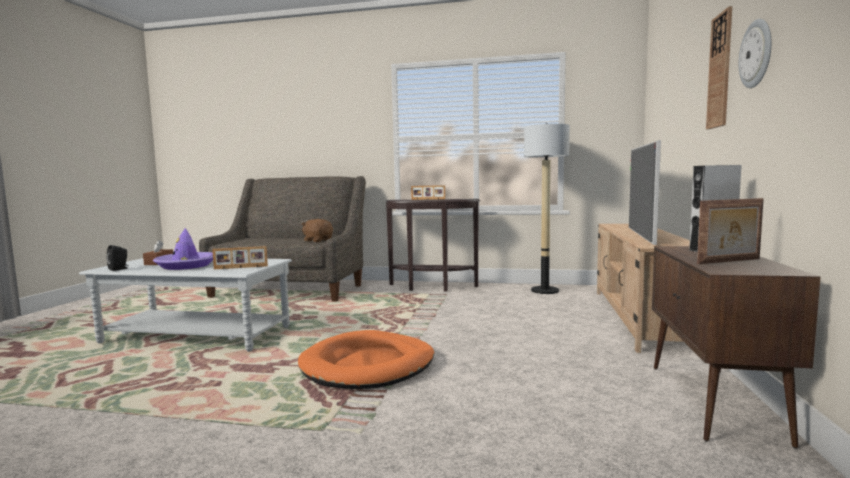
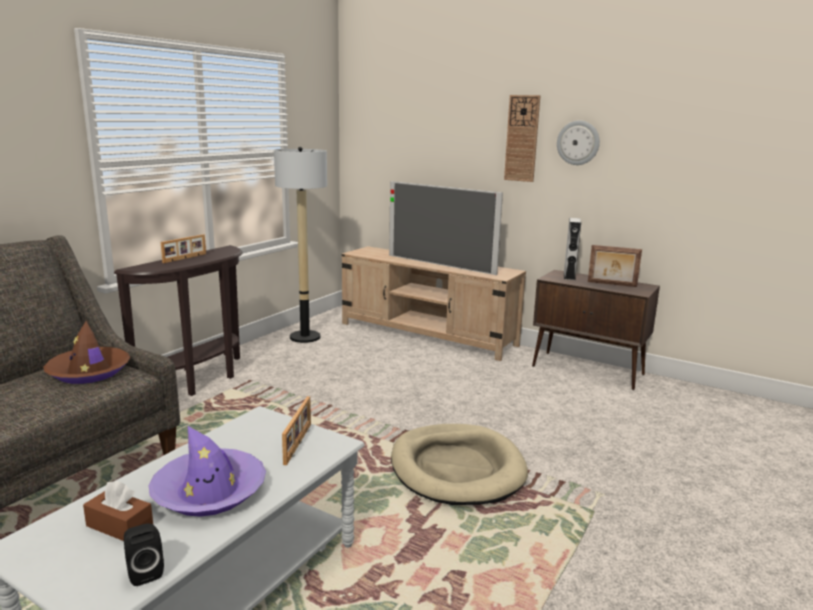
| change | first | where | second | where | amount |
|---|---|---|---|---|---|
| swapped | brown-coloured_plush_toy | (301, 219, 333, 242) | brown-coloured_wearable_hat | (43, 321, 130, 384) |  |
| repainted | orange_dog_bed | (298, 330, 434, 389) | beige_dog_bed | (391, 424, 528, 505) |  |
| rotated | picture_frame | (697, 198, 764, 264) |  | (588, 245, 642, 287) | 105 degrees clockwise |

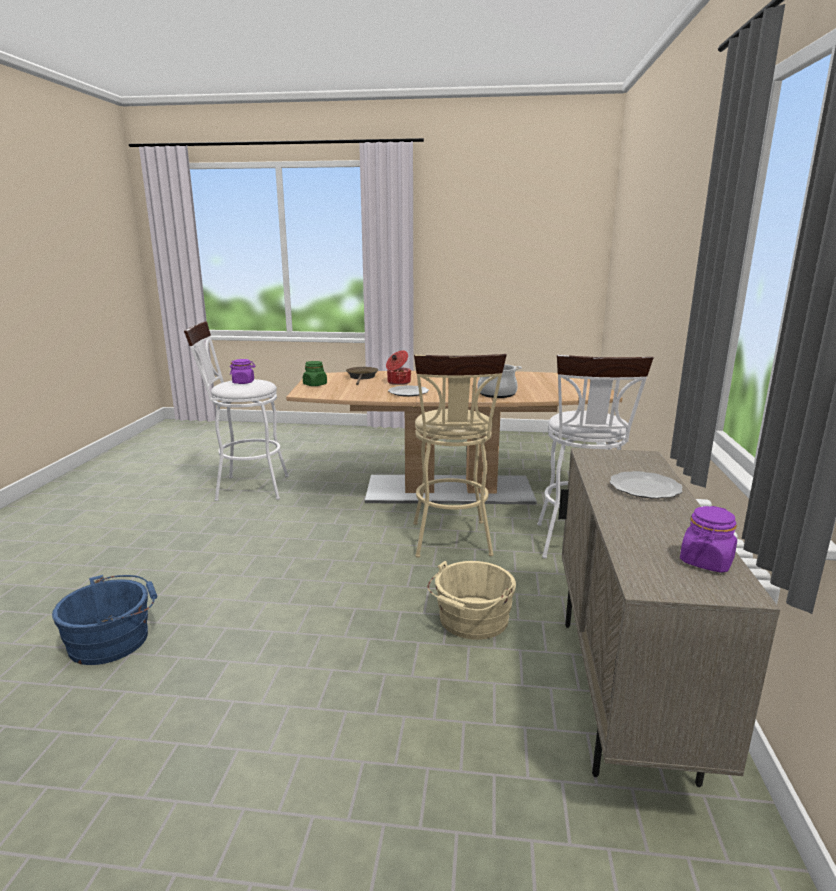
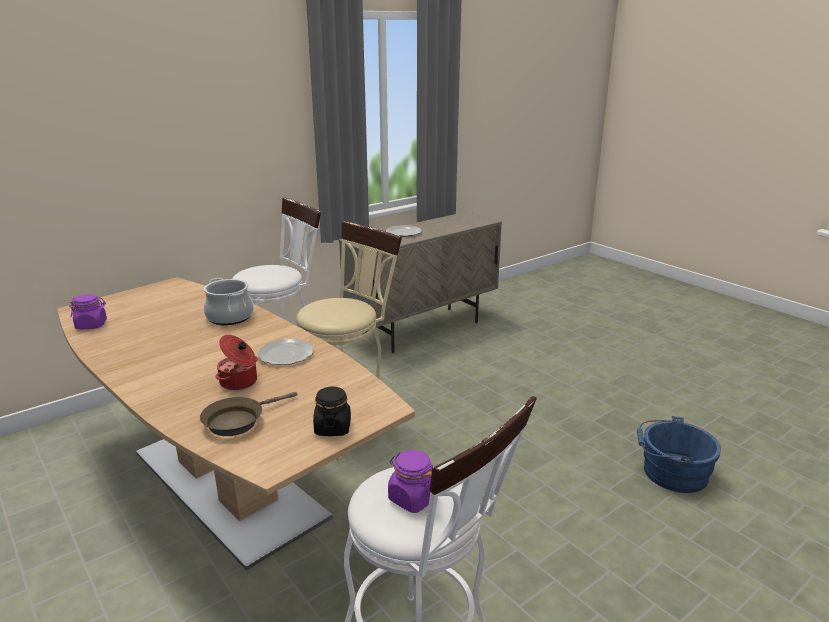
| change | first | where | second | where | amount |
|---|---|---|---|---|---|
| gone | beige_bucket | (427, 561, 516, 640) |  |  |  |
| shifted | purple-coloured_storage_jar | (680, 506, 737, 573) |  | (69, 294, 107, 329) |  |
| repainted | green_storage_jar | (303, 361, 327, 386) | black_storage_jar | (313, 386, 351, 436) |  |

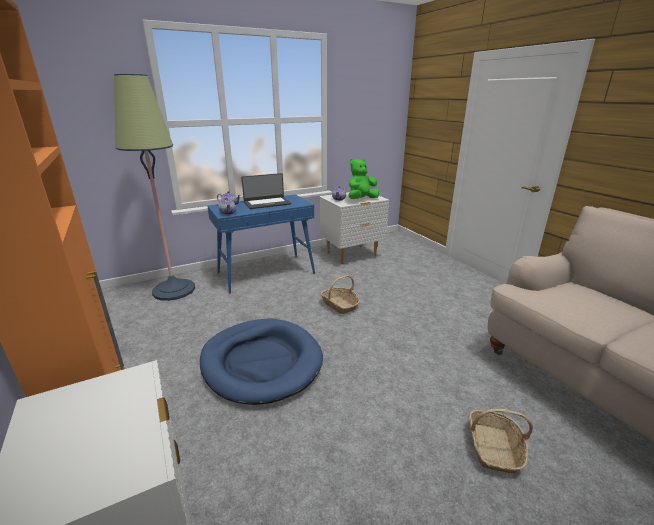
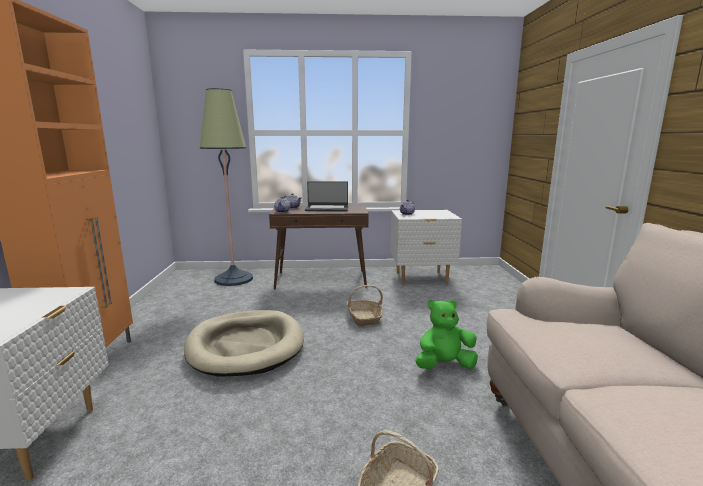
| change | first | where | second | where | amount |
|---|---|---|---|---|---|
| shifted | green_plush_toy | (349, 158, 379, 199) |  | (415, 299, 478, 369) |  |
| repainted | blue-coloured_dog_bed | (200, 319, 323, 405) | beige_dog_bed | (184, 310, 304, 377) |  |
| repainted | blue-coloured_console_table | (208, 194, 315, 293) | brown-coloured_console_table | (269, 205, 369, 289) |  |

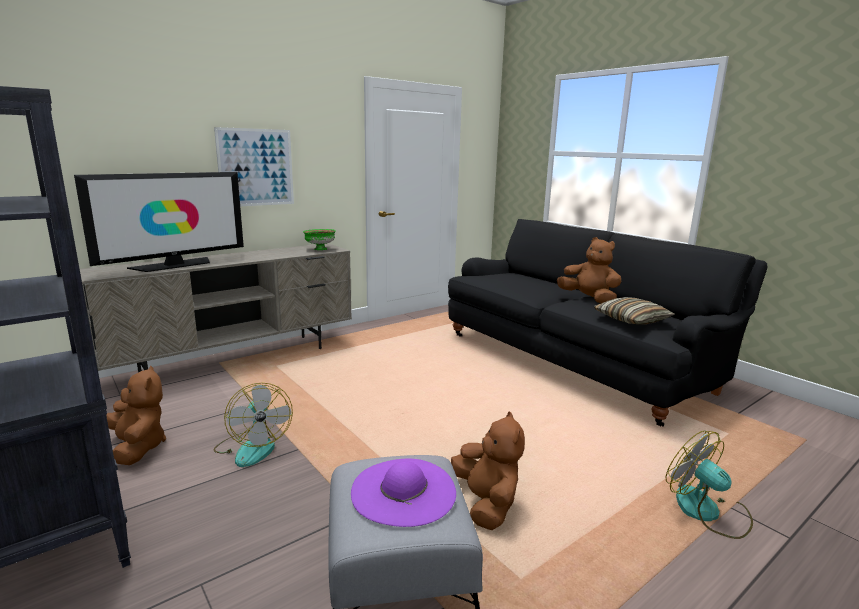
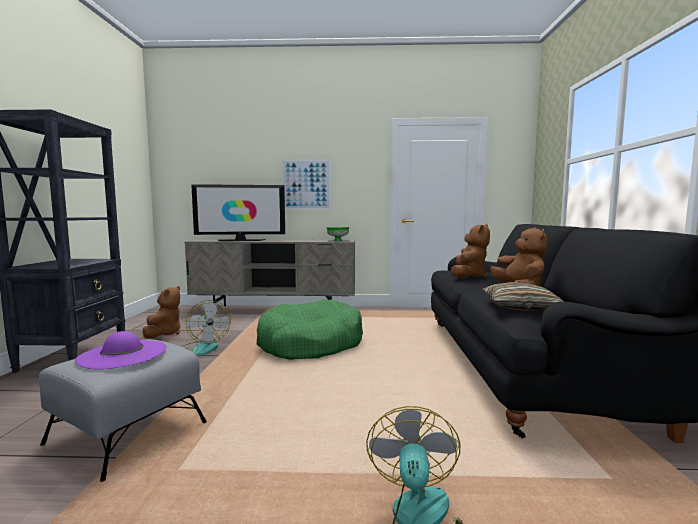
| change | first | where | second | where | amount |
|---|---|---|---|---|---|
| new |  |  | green_dog_bed | (257, 299, 363, 360) |  |
| shifted | brown-coloured_plush_toy | (451, 411, 525, 530) |  | (451, 224, 490, 278) |  |
| rotated | electric_fan | (214, 383, 293, 467) |  | (181, 300, 231, 356) | 45 degrees counterclockwise |

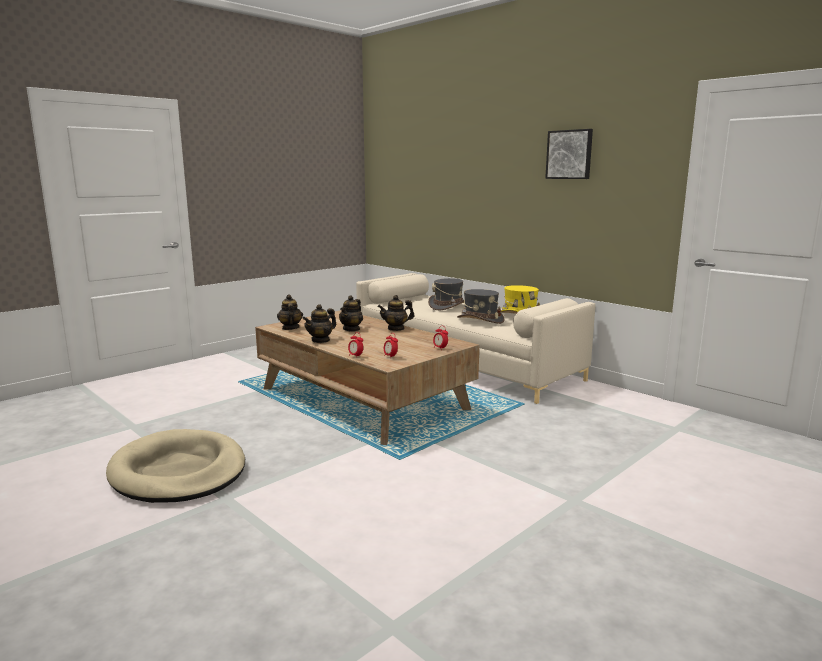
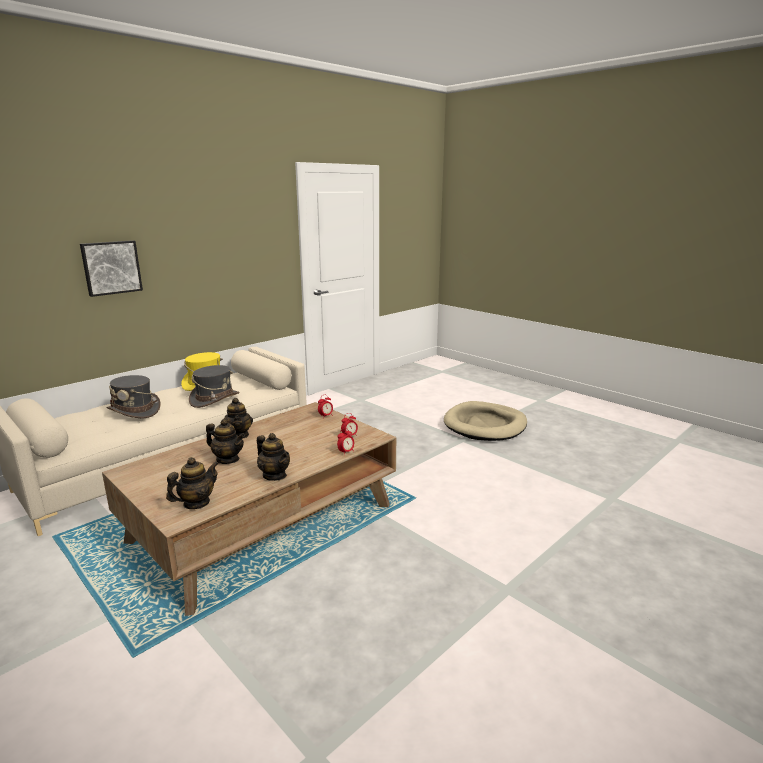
| change | first | where | second | where | amount |
|---|---|---|---|---|---|
| shifted | beige_dog_bed | (106, 429, 245, 503) |  | (444, 401, 527, 441) |  |
| shifted | wall_picture | (545, 129, 593, 179) |  | (80, 240, 143, 297) |  |
| rotated | tea_pot | (277, 294, 303, 330) |  | (166, 457, 219, 509) | 150 degrees clockwise |

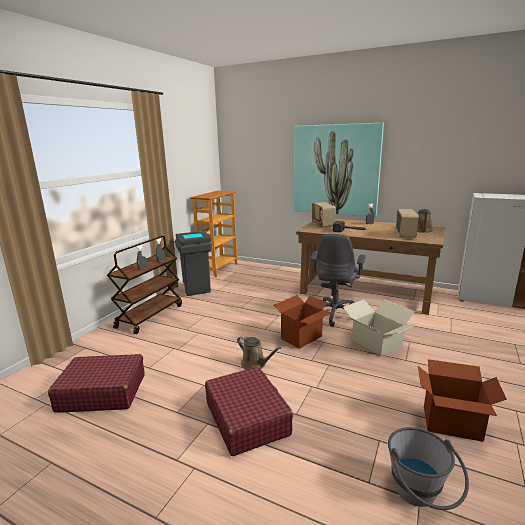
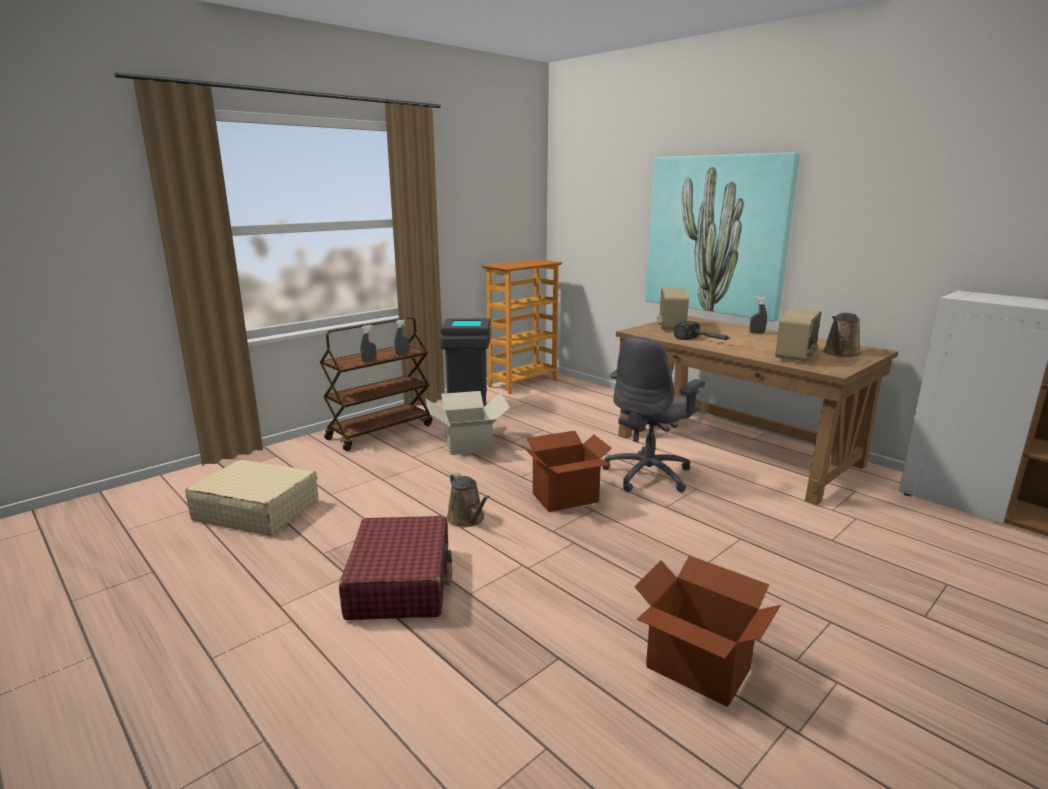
| change | first | where | second | where | amount |
|---|---|---|---|---|---|
| gone | gray_bucket | (388, 427, 469, 510) |  |  |  |
| shifted | cardboard_box | (343, 299, 419, 356) |  | (426, 391, 510, 455) |  |
| repainted | red_suitcase | (48, 354, 145, 413) | beige_suitcase | (185, 460, 318, 536) |  |

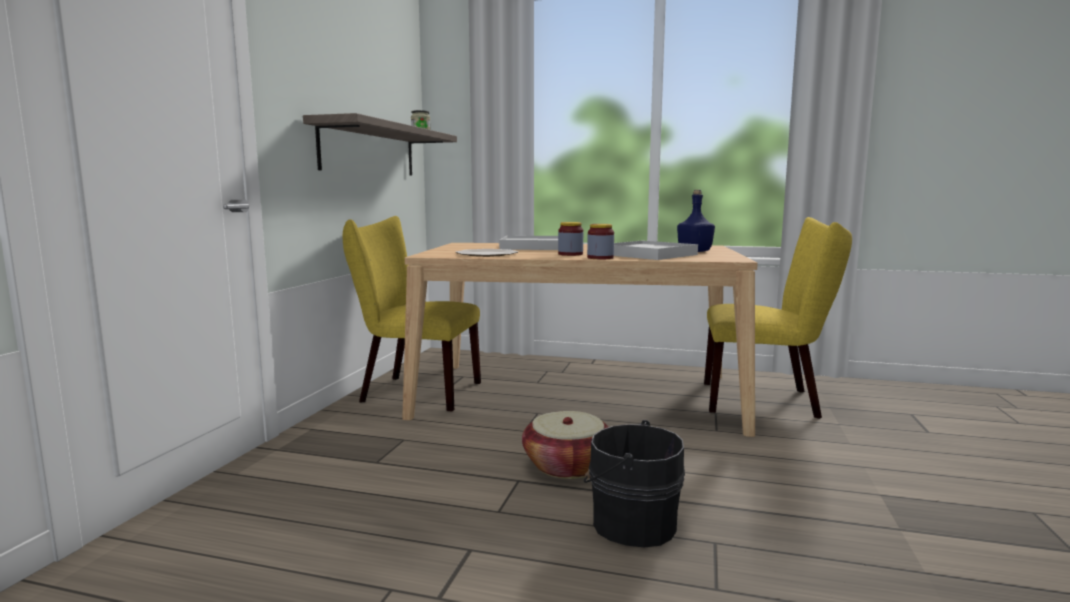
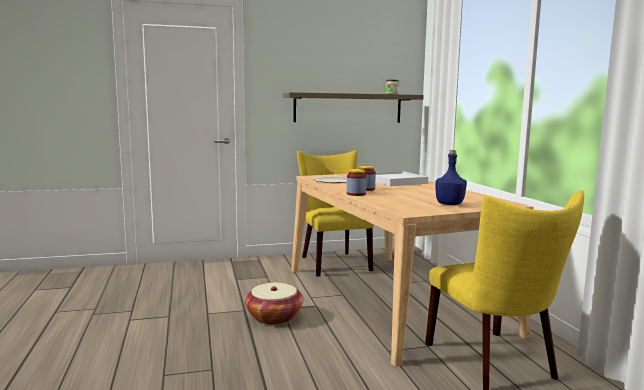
| change | first | where | second | where | amount |
|---|---|---|---|---|---|
| gone | black_bucket | (584, 420, 685, 547) |  |  |  |
| gone | whitish_serving_tray | (614, 241, 698, 260) |  |  |  |

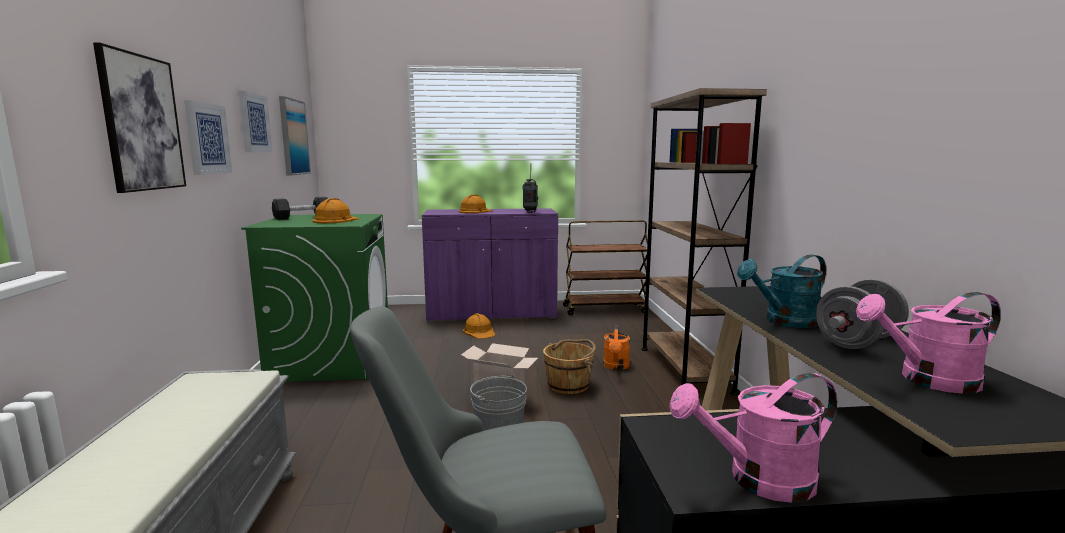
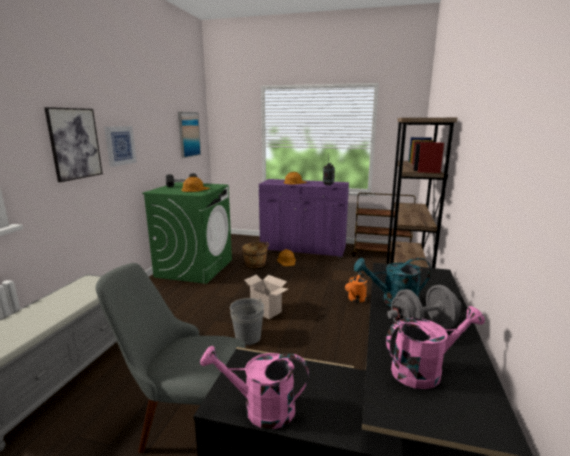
| change | first | where | second | where | amount |
|---|---|---|---|---|---|
| gone | wall_picture | (239, 91, 273, 153) |  |  |  |
| shifted | brown-coloured_bucket | (543, 339, 596, 394) |  | (242, 242, 269, 268) |  |
| rotated | pinkish_sprinkling_can | (856, 292, 1001, 394) |  | (386, 306, 485, 389) | 150 degrees clockwise |

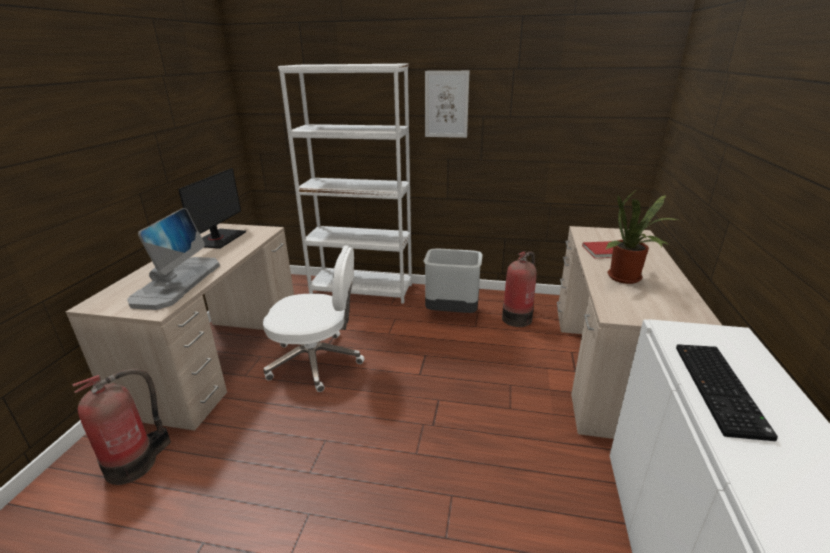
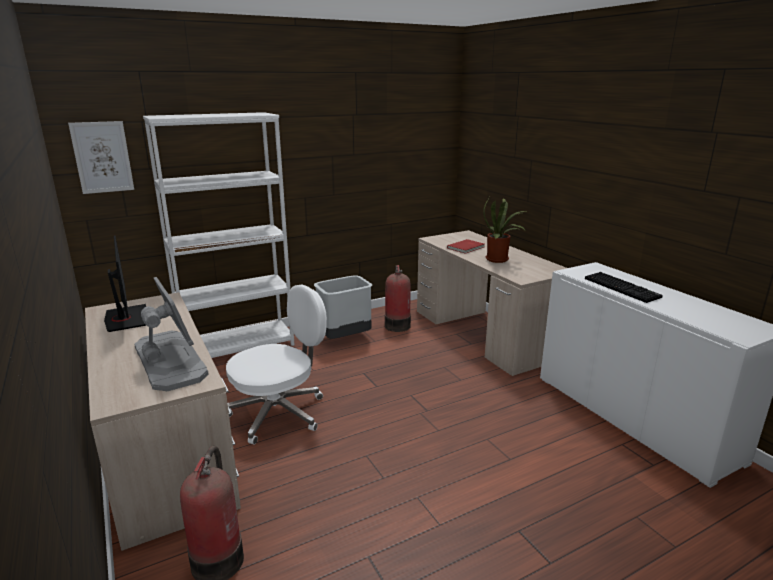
| change | first | where | second | where | amount |
|---|---|---|---|---|---|
| shifted | wall_picture | (425, 71, 469, 138) |  | (68, 121, 134, 194) |  |

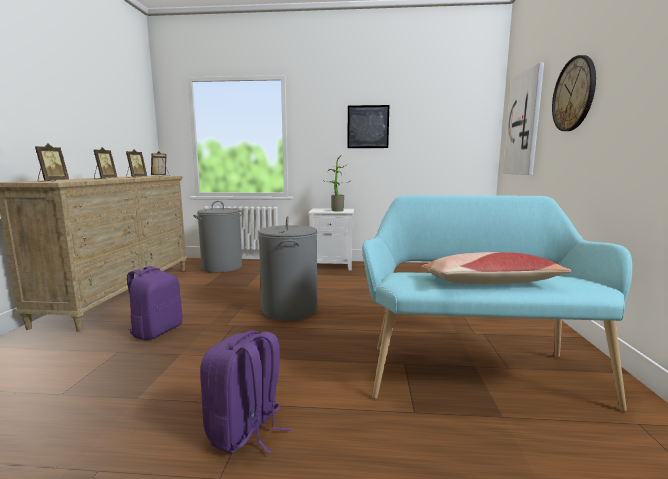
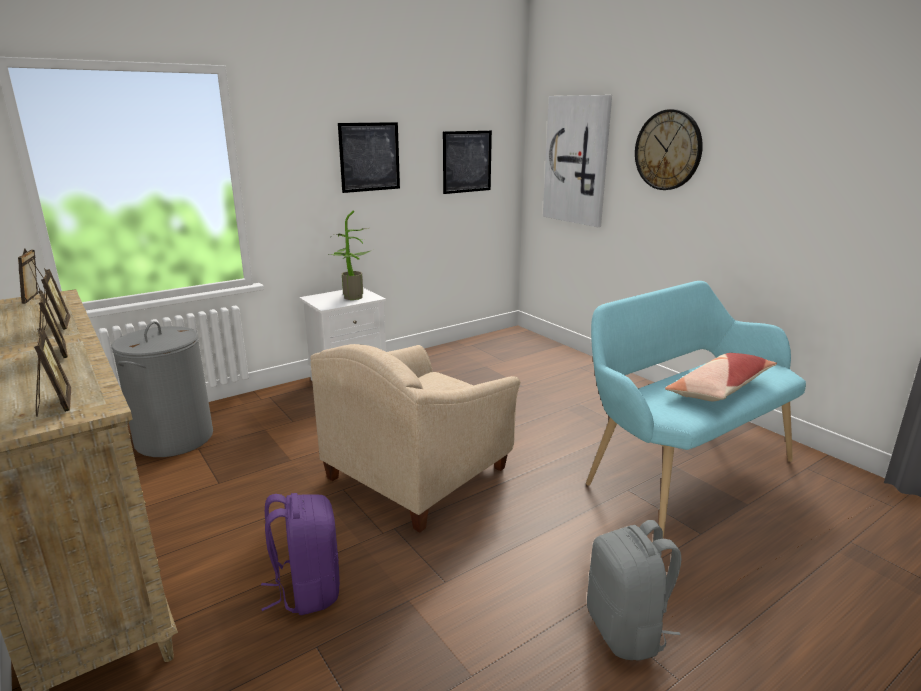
| change | first | where | second | where | amount |
|---|---|---|---|---|---|
| new |  |  | wall_picture | (443, 130, 492, 194) |  |
| swapped | gray_laundry_basket | (258, 216, 317, 321) | beige_armchair | (310, 344, 520, 533) |  |
| repainted | purple-coloured_knapsack | (200, 331, 291, 454) | gray_knapsack | (587, 520, 682, 660) |  |

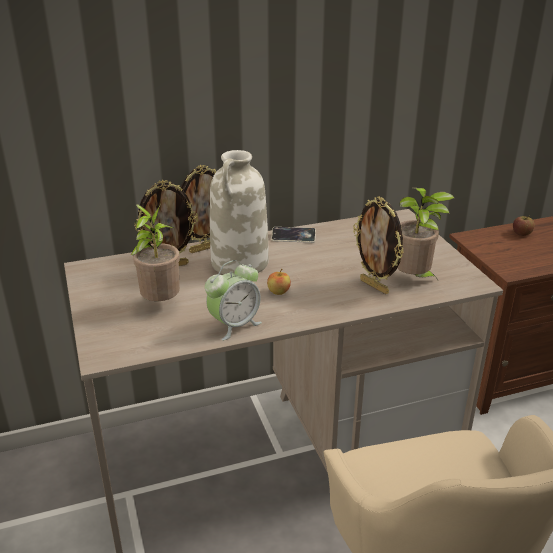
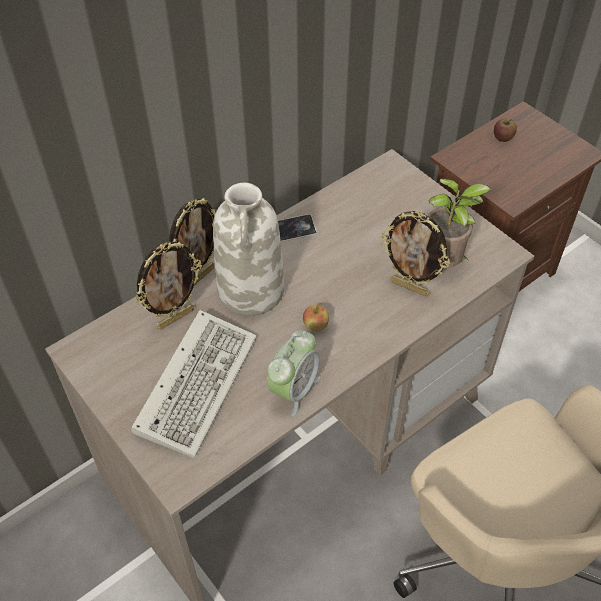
| change | first | where | second | where | amount |
|---|---|---|---|---|---|
| swapped | potted_plant | (131, 204, 180, 301) | computer_keyboard | (131, 310, 257, 458) |  |

